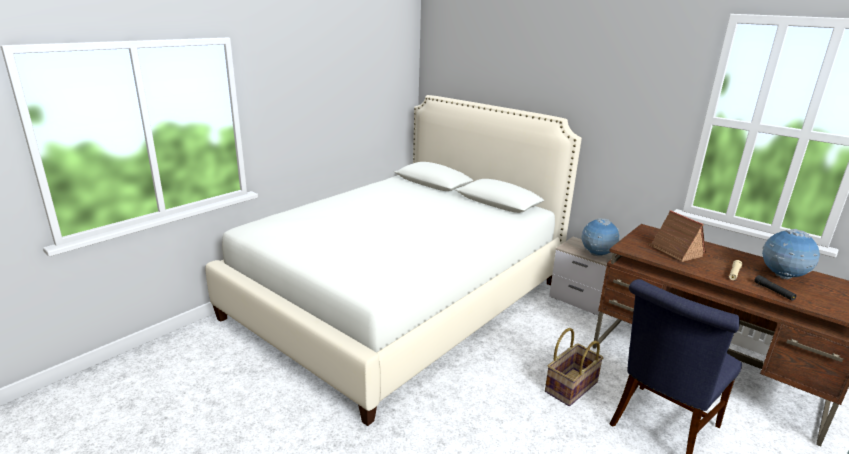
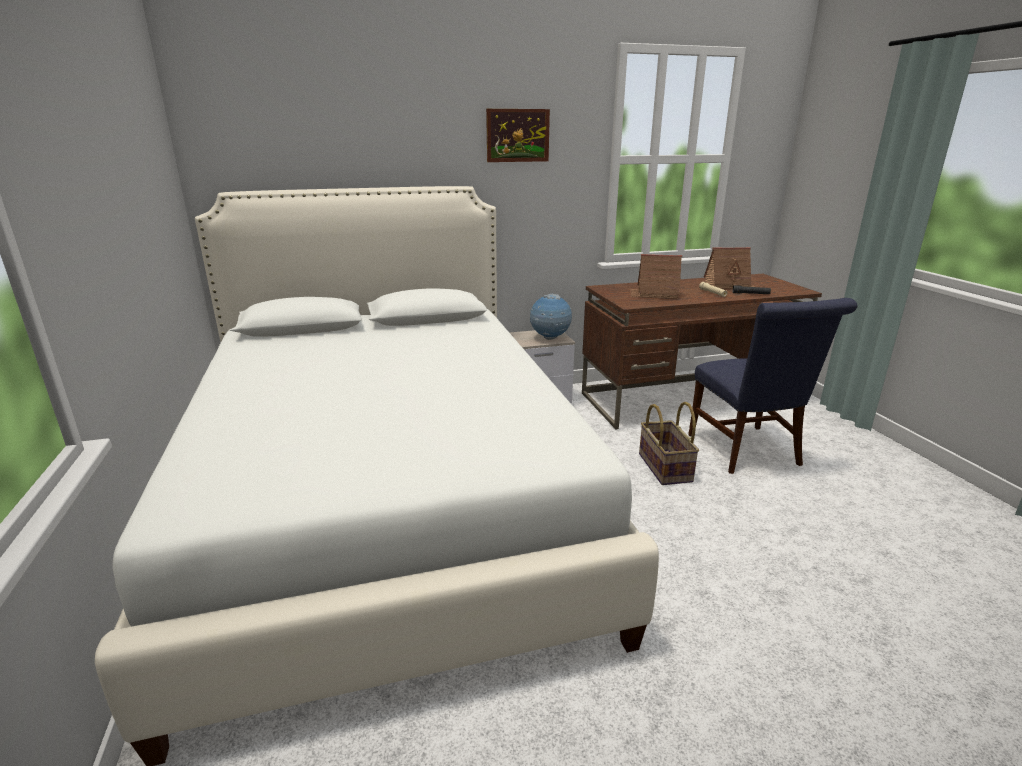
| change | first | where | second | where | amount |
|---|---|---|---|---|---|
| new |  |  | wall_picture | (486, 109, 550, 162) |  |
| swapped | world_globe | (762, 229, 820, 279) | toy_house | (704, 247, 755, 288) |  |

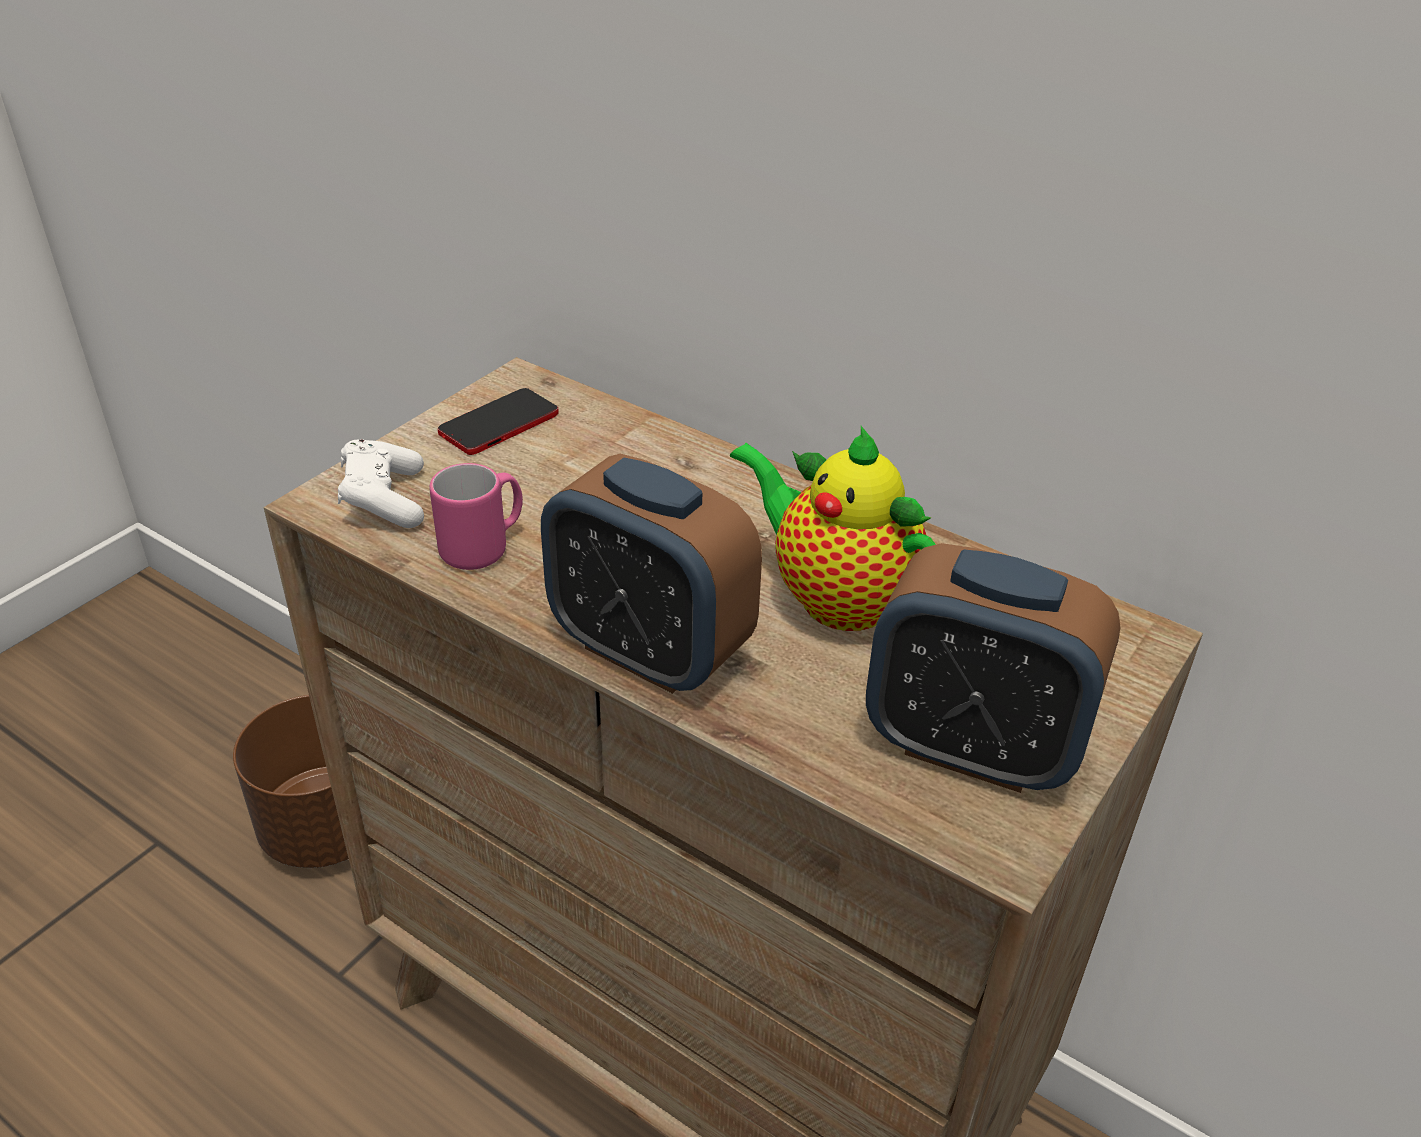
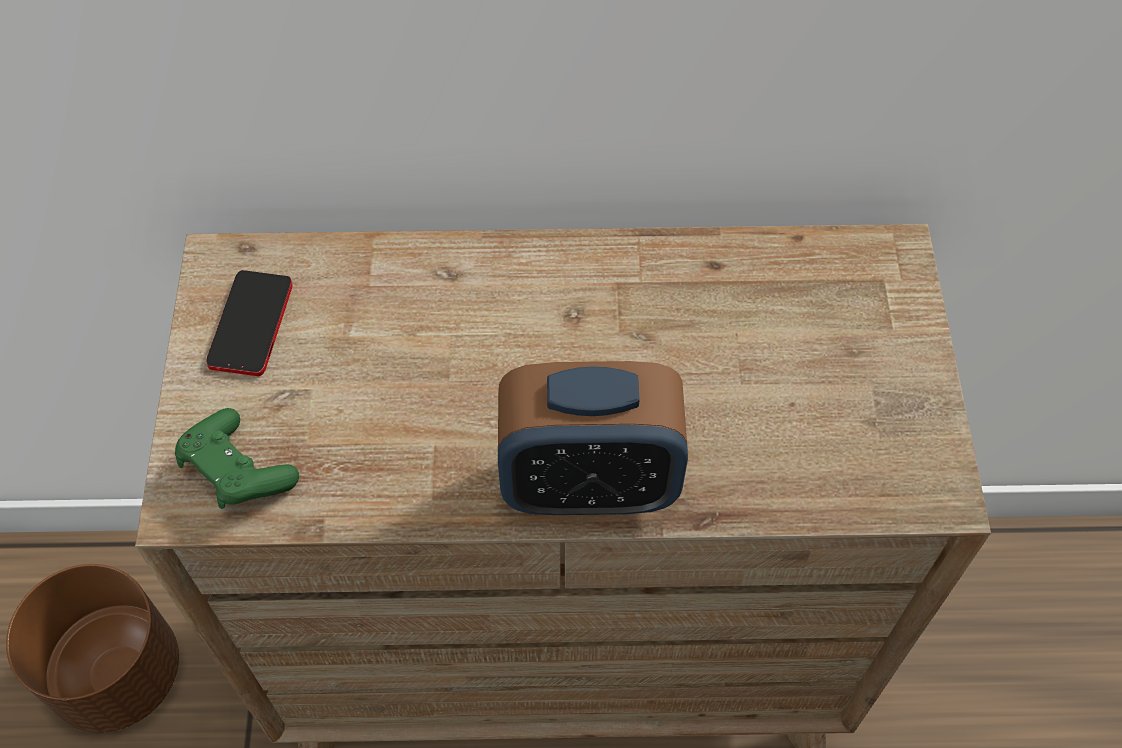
| change | first | where | second | where | amount |
|---|---|---|---|---|---|
| gone | pinkish_tea_mug | (430, 463, 523, 570) |  |  |  |
| gone | tea_pot | (730, 426, 936, 631) |  |  |  |
| gone | alarm_clock | (866, 543, 1120, 793) |  |  |  |
| repainted | whitish_gamepad | (338, 439, 424, 528) | green_gamepad | (175, 408, 299, 509) |  |

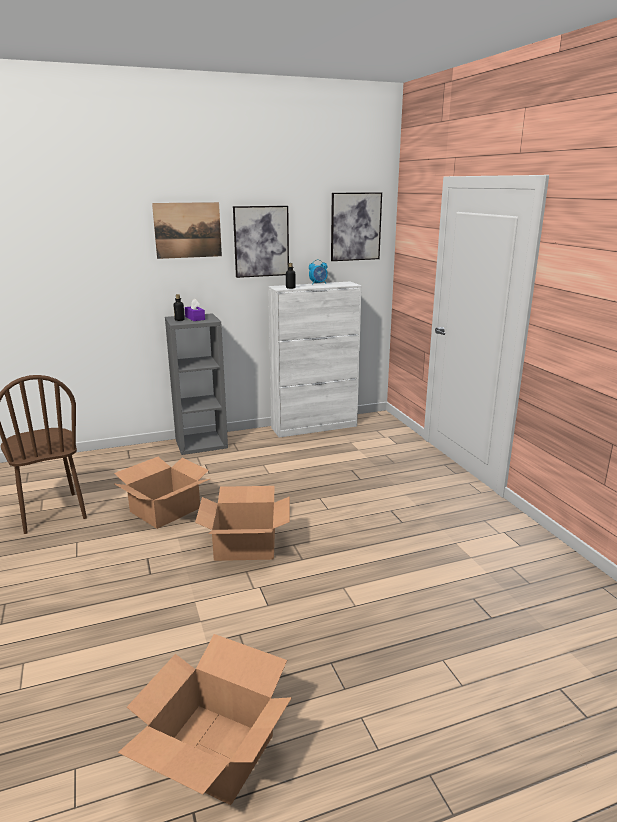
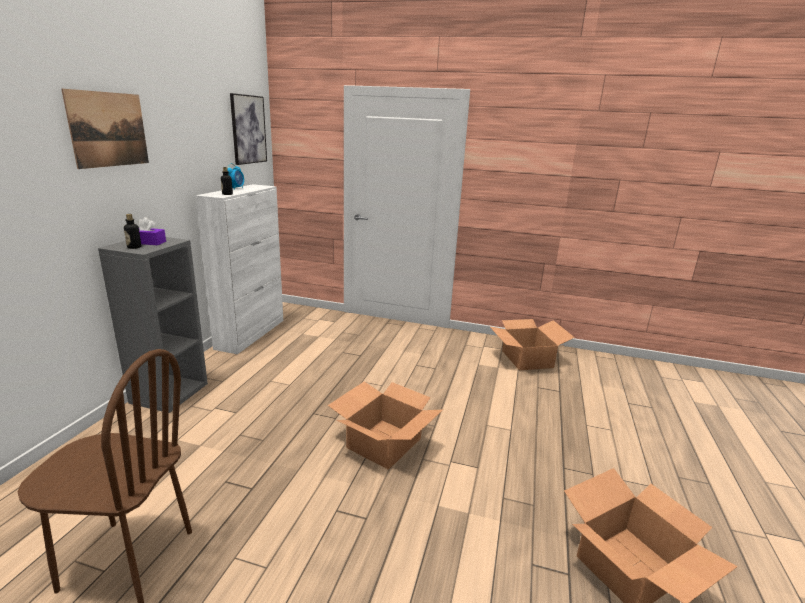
| change | first | where | second | where | amount |
|---|---|---|---|---|---|
| gone | wall_picture | (233, 206, 289, 278) |  |  |  |
| shifted | cardboard_box | (114, 457, 210, 529) |  | (489, 319, 575, 370) |  |

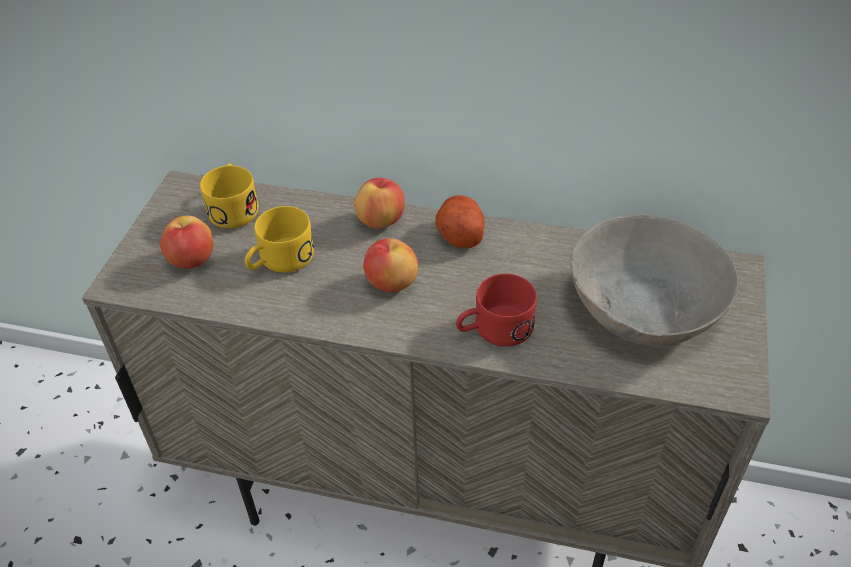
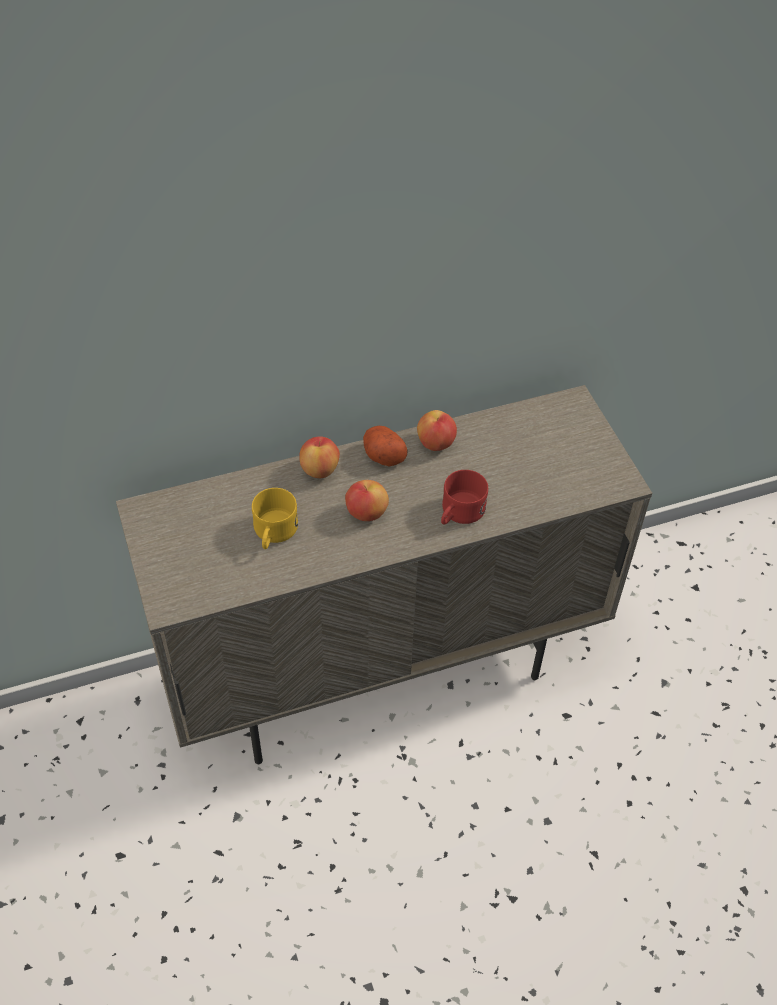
| change | first | where | second | where | amount |
|---|---|---|---|---|---|
| gone | yellowish_tea_mug | (200, 163, 259, 228) |  |  |  |
| gone | gray_bowl | (570, 214, 738, 346) |  |  |  |
| shifted | whole_apple | (160, 216, 213, 268) |  | (417, 410, 457, 451) |  |

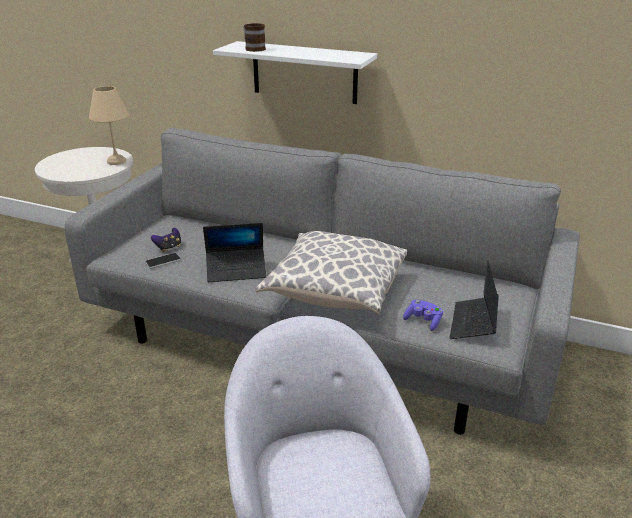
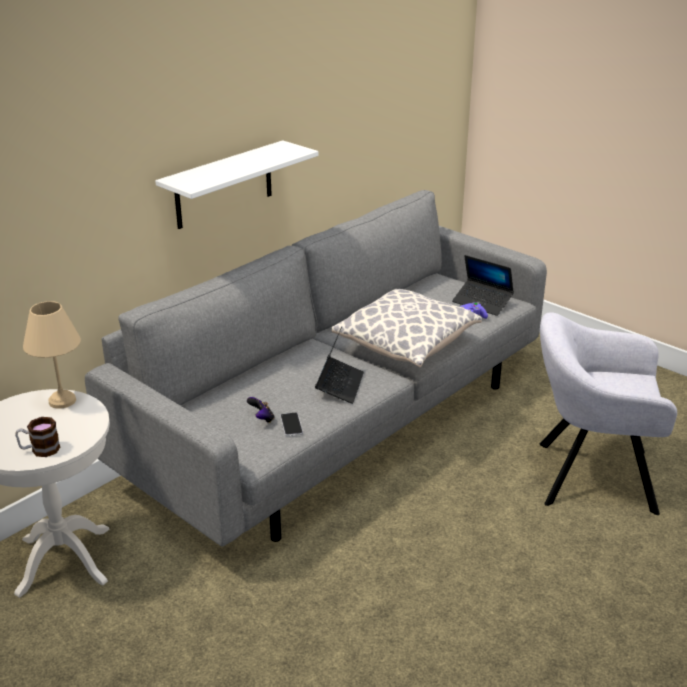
| change | first | where | second | where | amount |
|---|---|---|---|---|---|
| shifted | tea_mug | (244, 23, 266, 52) |  | (15, 417, 60, 457) |  |

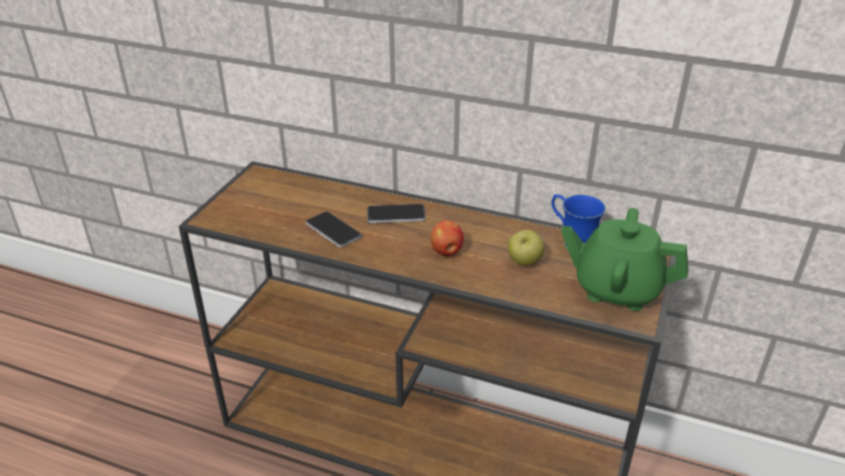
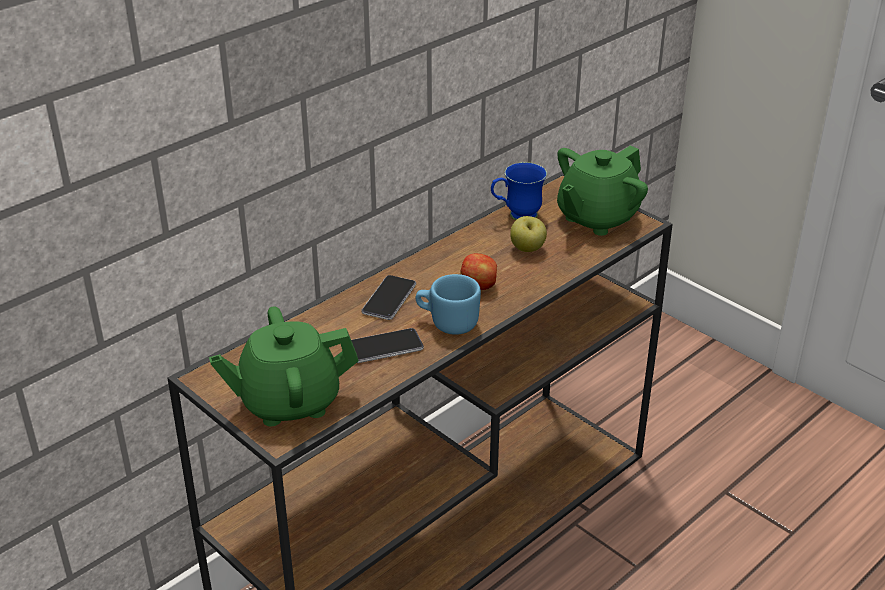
| change | first | where | second | where | amount |
|---|---|---|---|---|---|
| new |  |  | green_tea_pot | (209, 306, 359, 426) |  |
| new |  |  | blue-coloured_tea_mug | (416, 274, 481, 335) |  |

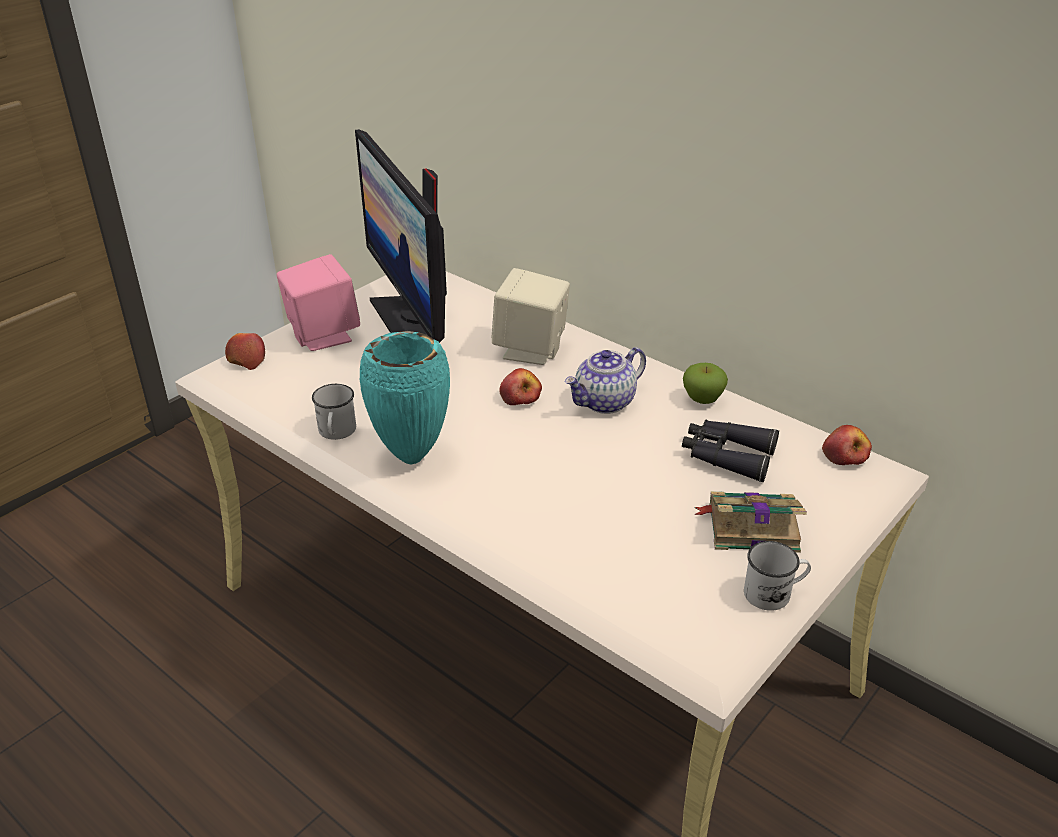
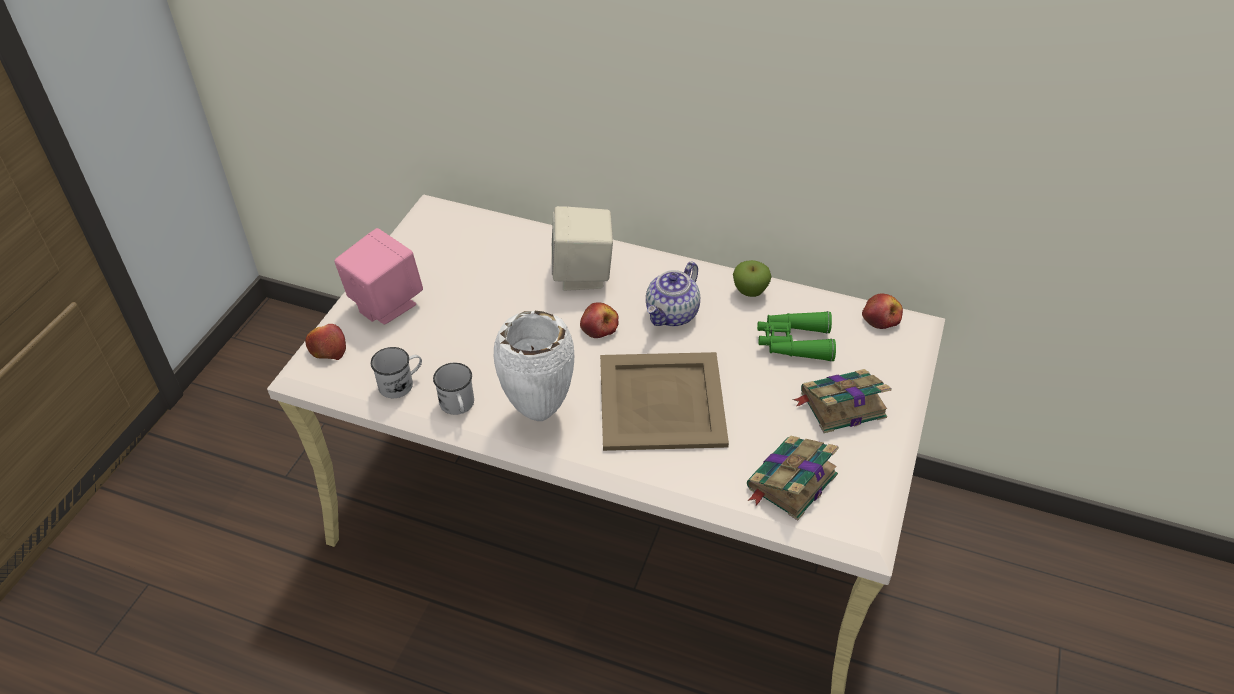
| change | first | where | second | where | amount |
|---|---|---|---|---|---|
| gone | computer_display | (355, 129, 447, 343) |  |  |  |
| new |  |  | beige_serving_tray | (600, 352, 729, 451) |  |
| new |  |  | book | (747, 436, 839, 521) |  |
| shifted | whitish_tea_mug | (744, 541, 811, 611) |  | (371, 347, 422, 398) |  |
| repainted | turquoise-coloured_vase | (360, 331, 450, 464) | whitish_vase | (494, 311, 575, 421) |  |
| repainted | black_binoculars | (682, 419, 779, 482) | green_binoculars | (757, 311, 836, 362) |  |

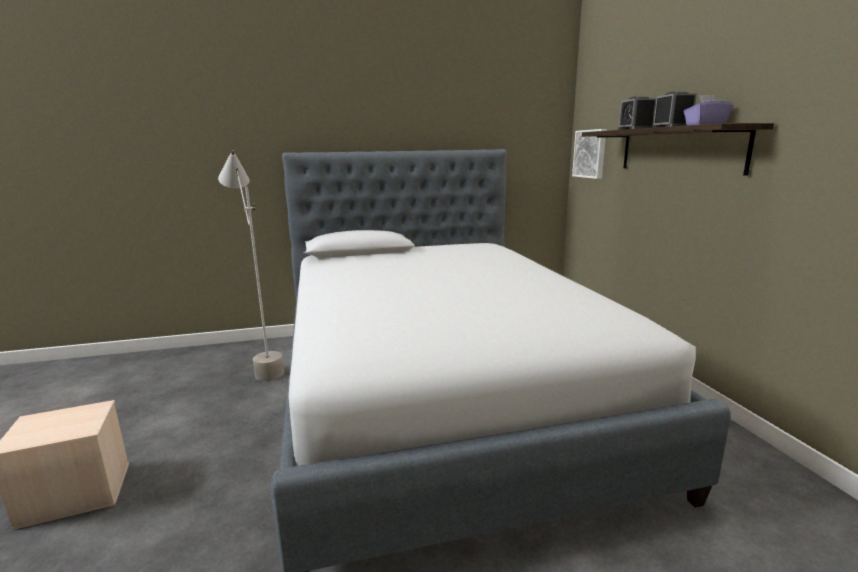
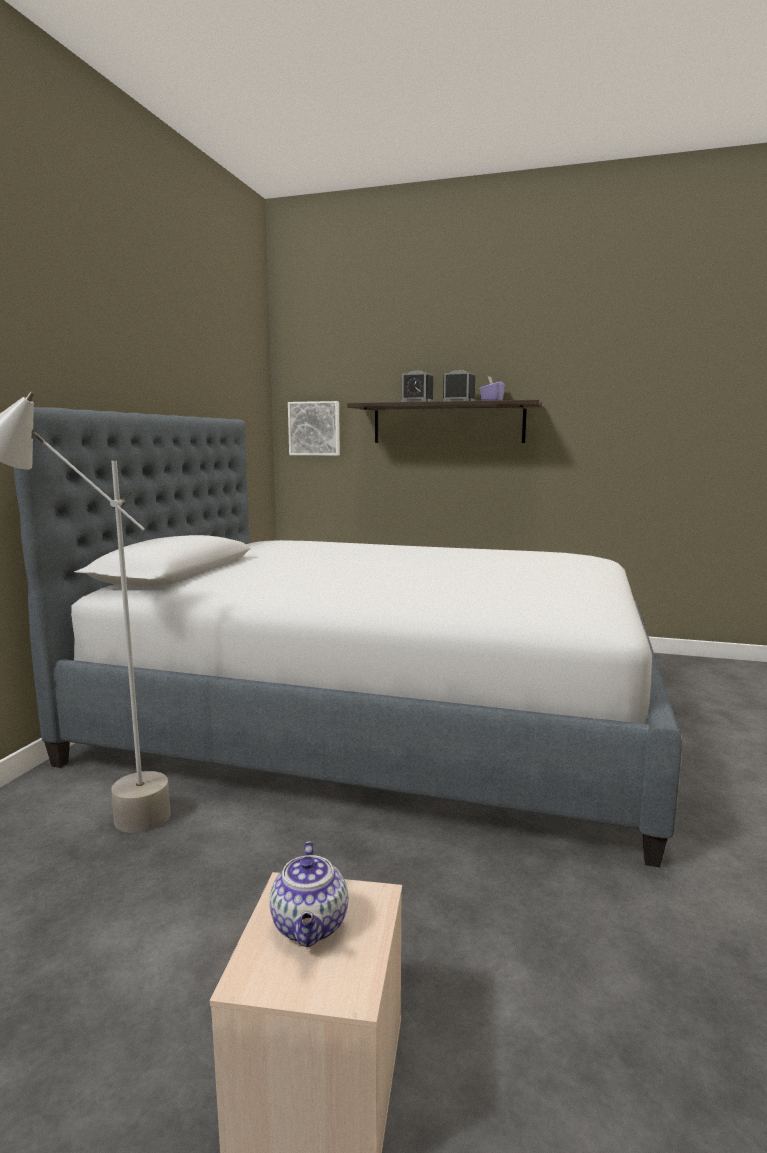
| change | first | where | second | where | amount |
|---|---|---|---|---|---|
| new |  |  | tea_pot | (270, 841, 348, 947) |  |

